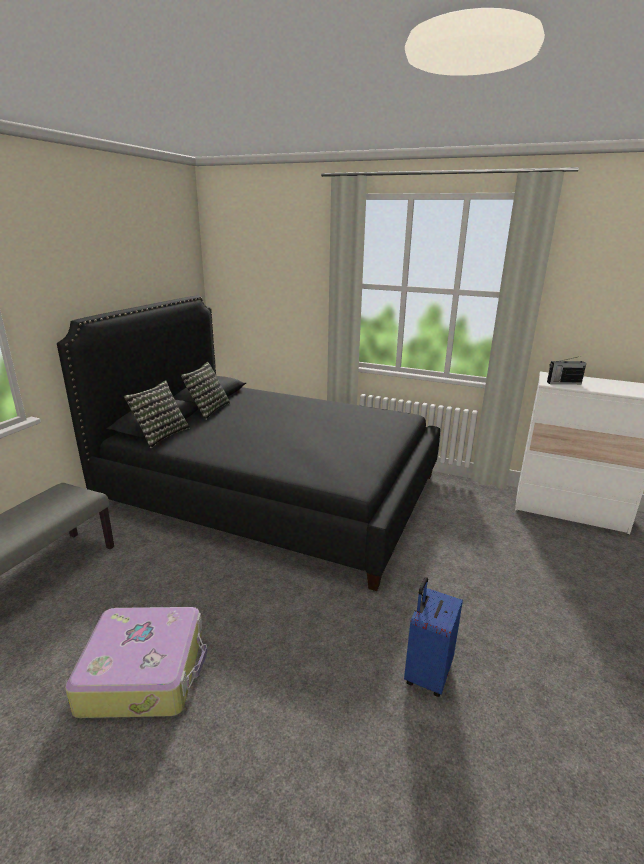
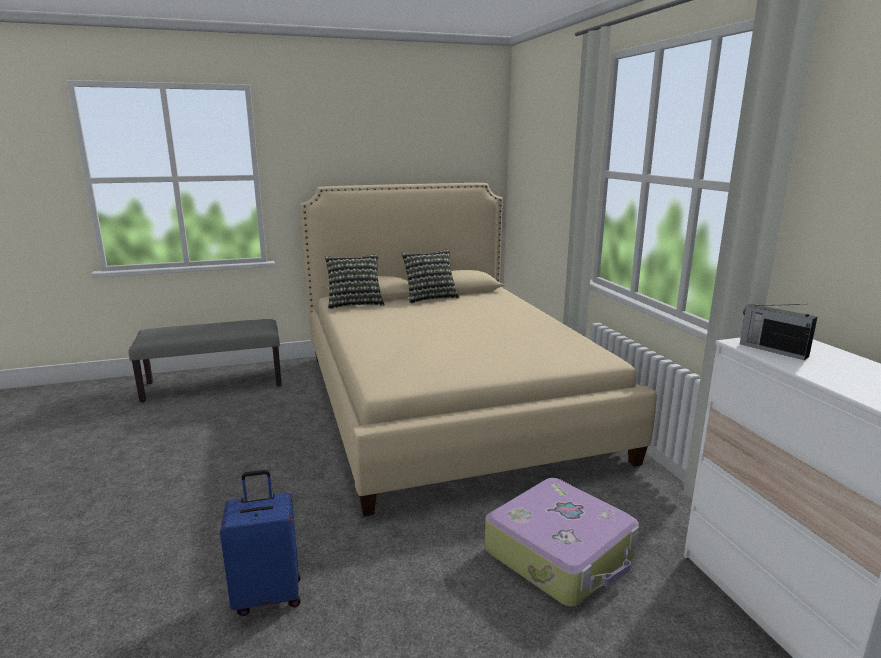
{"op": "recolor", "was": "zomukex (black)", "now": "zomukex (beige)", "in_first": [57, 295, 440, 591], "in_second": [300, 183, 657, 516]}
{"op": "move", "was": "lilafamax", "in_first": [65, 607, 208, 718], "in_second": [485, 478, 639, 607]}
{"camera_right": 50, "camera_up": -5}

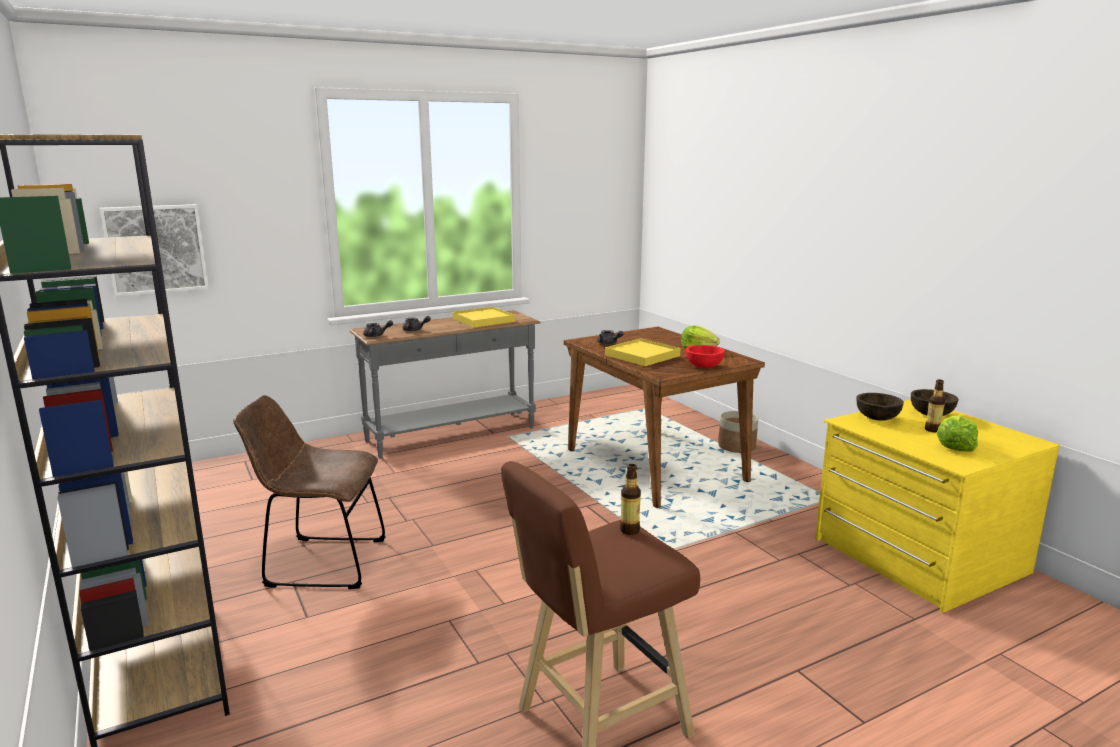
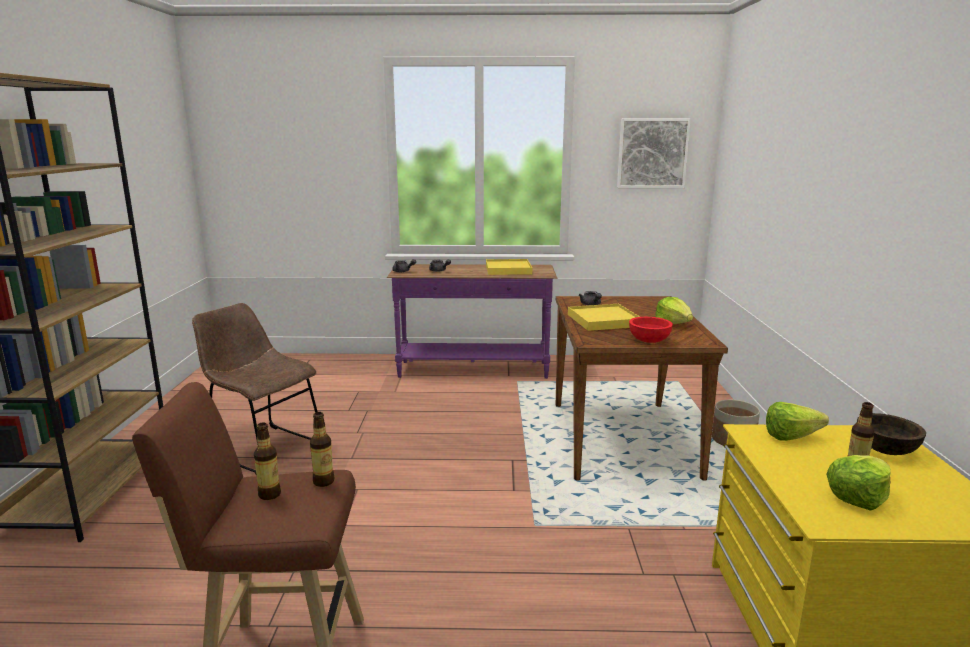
{"op": "move", "was": "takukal", "in_first": [99, 204, 209, 297], "in_second": [617, 118, 691, 188]}
{"op": "recolor", "was": "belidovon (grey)", "now": "belidovon (purple)", "in_first": [350, 310, 541, 458], "in_second": [387, 264, 557, 379]}
{"op": "replace", "was": "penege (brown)", "now": "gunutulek", "in_first": [857, 393, 904, 421], "in_second": [766, 402, 829, 441]}
{"op": "insert", "now": "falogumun", "in_second": [254, 422, 281, 500]}
{"camera_right": 30, "camera_up": 0}

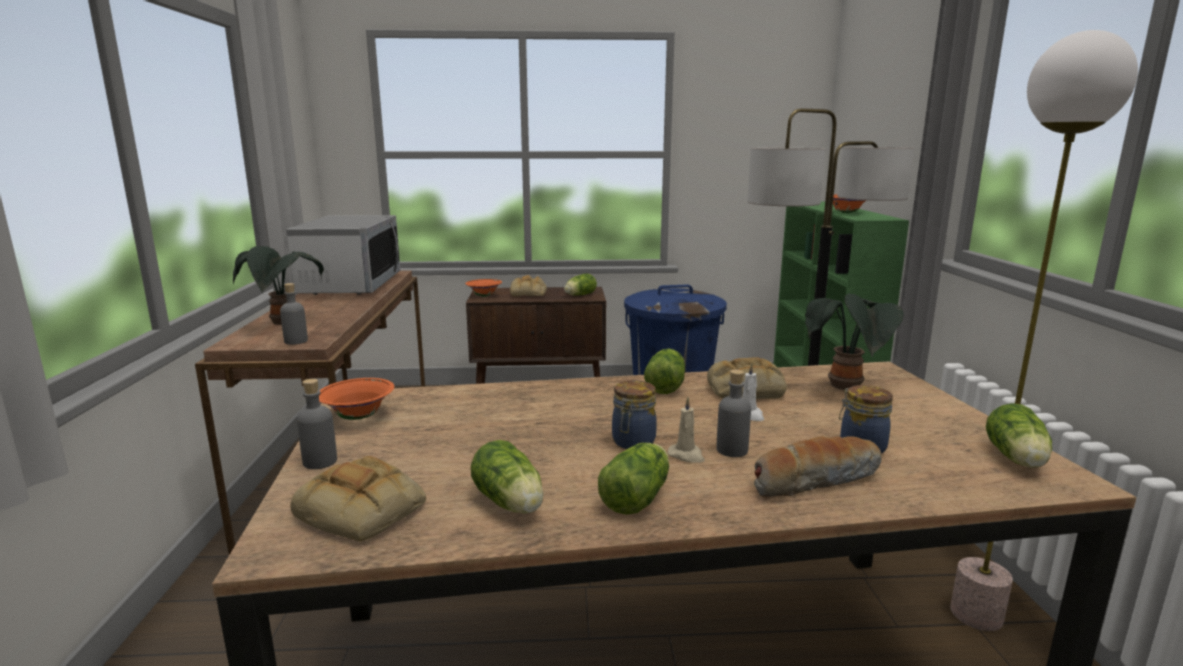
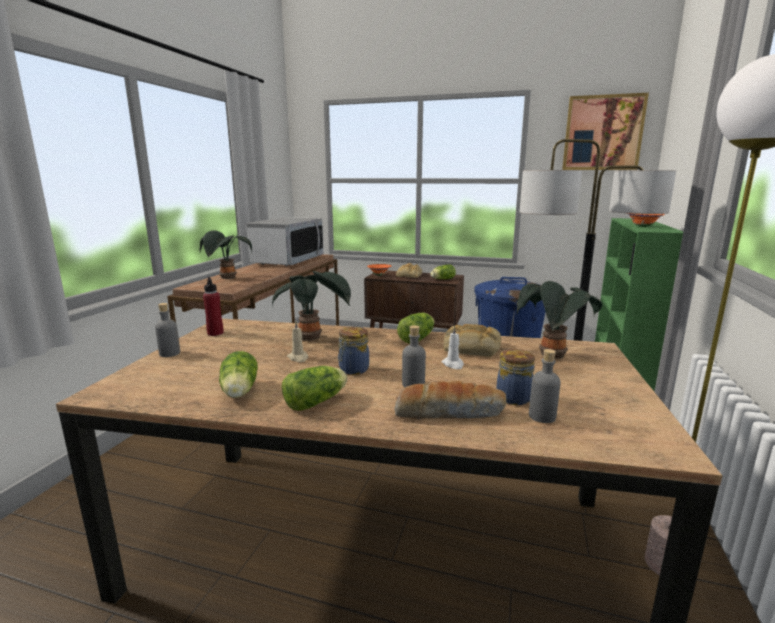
{"op": "move", "was": "falogumun (grey)", "in_first": [280, 283, 308, 345], "in_second": [529, 349, 561, 423]}
{"op": "delete", "was": "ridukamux", "in_first": [290, 456, 426, 541]}
{"op": "replace", "was": "penege (orange)", "now": "falogumun (red)", "in_first": [319, 378, 394, 420], "in_second": [203, 277, 224, 336]}
{"op": "move", "was": "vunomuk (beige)", "in_first": [668, 397, 705, 463], "in_second": [287, 321, 308, 362]}
{"op": "delete", "was": "gunutulek", "in_first": [986, 403, 1052, 468]}
{"op": "insert", "now": "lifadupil", "in_second": [272, 271, 351, 341]}
{"op": "insert", "now": "takukal", "in_second": [562, 93, 649, 170]}
{"camera_right": 20, "camera_up": 0}

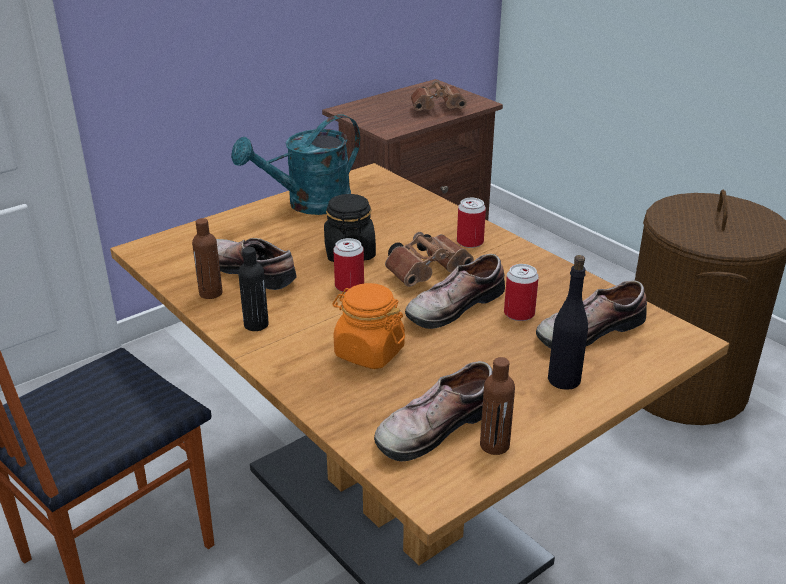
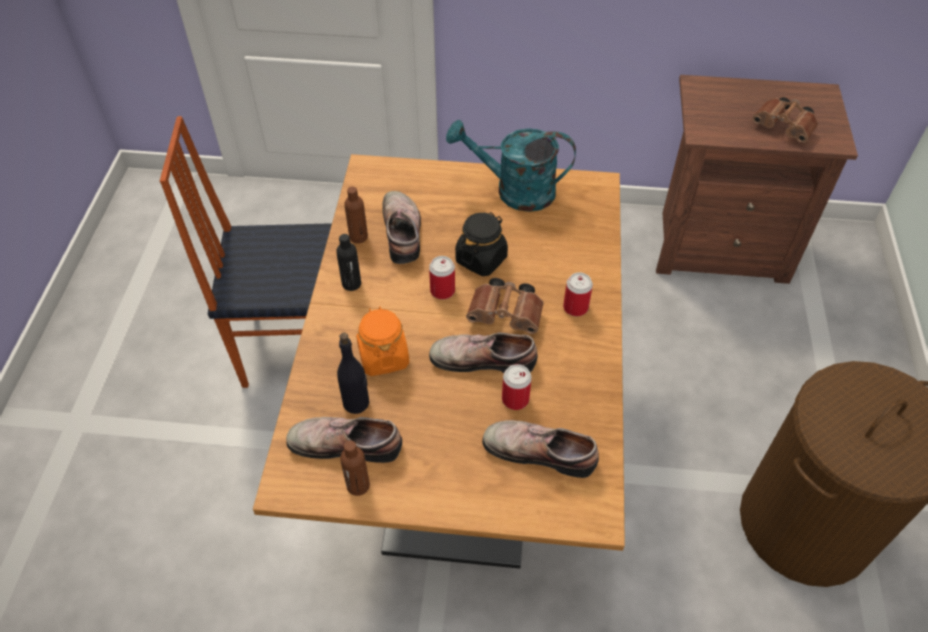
{"op": "move", "was": "falogumun (black)", "in_first": [548, 255, 588, 390], "in_second": [337, 333, 369, 414]}
{"camera_right": 45, "camera_up": 20}

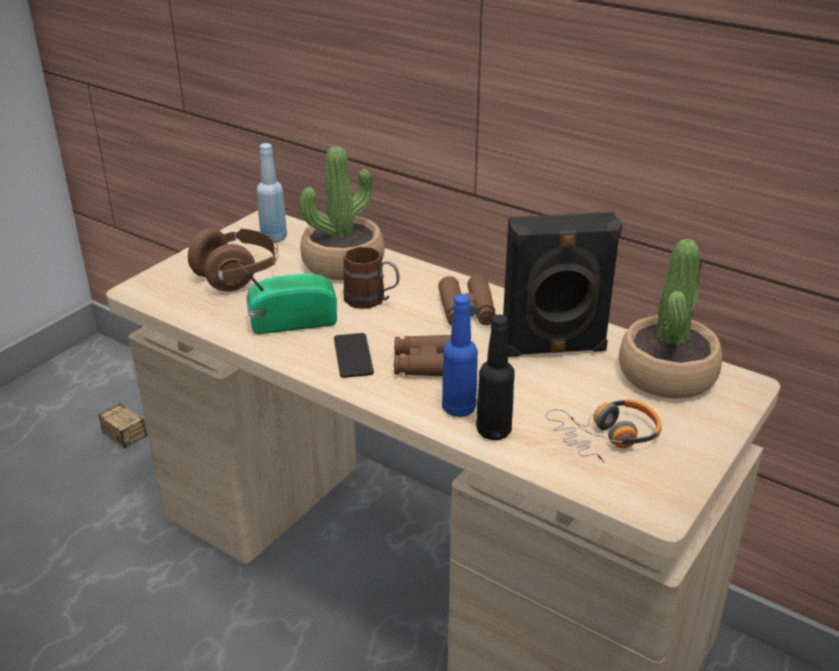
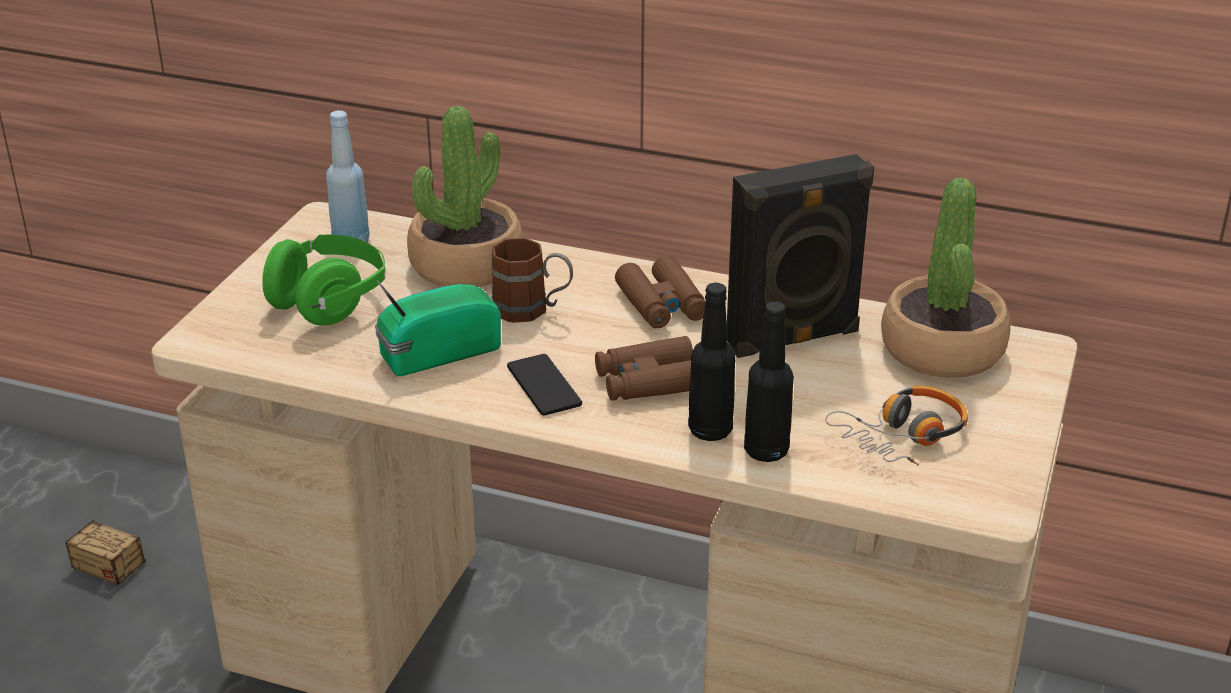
{"op": "recolor", "was": "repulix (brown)", "now": "repulix (green)", "in_first": [188, 228, 279, 292], "in_second": [262, 235, 386, 325]}
{"op": "recolor", "was": "falogumun (blue)", "now": "falogumun (black)", "in_first": [442, 294, 478, 417], "in_second": [688, 283, 735, 441]}
{"camera_right": -15, "camera_up": 0}

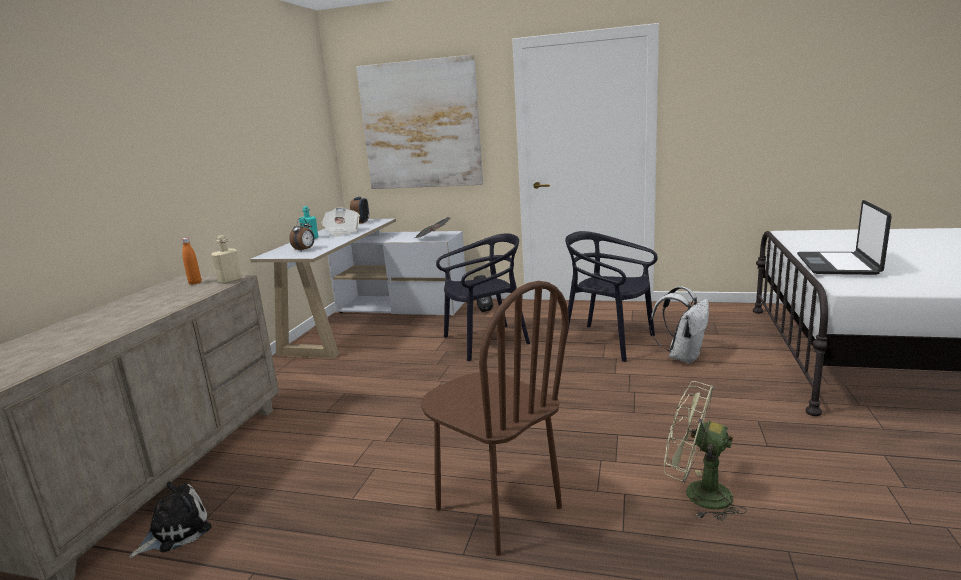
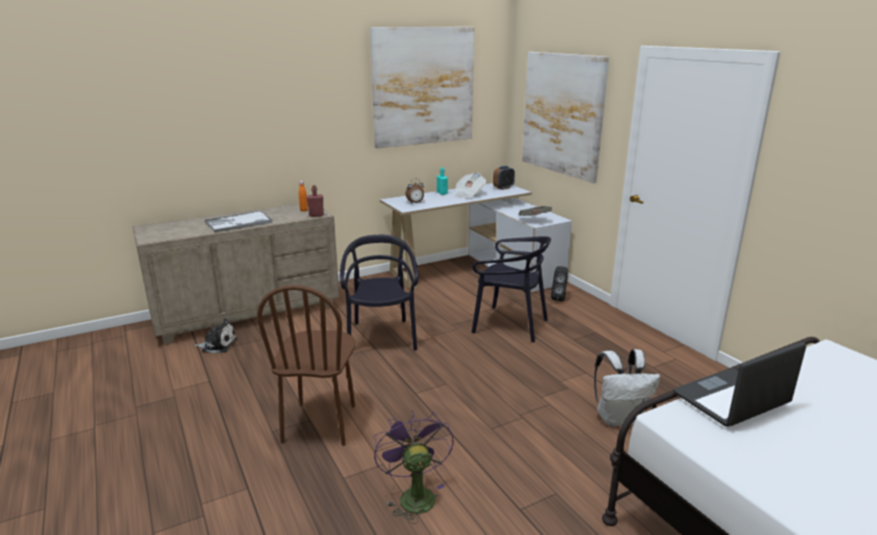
{"op": "recolor", "was": "falogumun (beige)", "now": "falogumun (red)", "in_first": [211, 235, 242, 284], "in_second": [307, 185, 324, 217]}
{"op": "move", "was": "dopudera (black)", "in_first": [565, 231, 658, 362], "in_second": [340, 235, 418, 351]}
{"op": "recolor", "was": "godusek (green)", "now": "godusek (purple)", "in_first": [664, 381, 747, 521], "in_second": [374, 410, 454, 524]}
{"op": "insert", "now": "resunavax", "in_second": [205, 211, 273, 233]}
{"op": "insert", "now": "takukal", "in_second": [370, 27, 474, 149]}
{"camera_right": 45, "camera_up": 5}

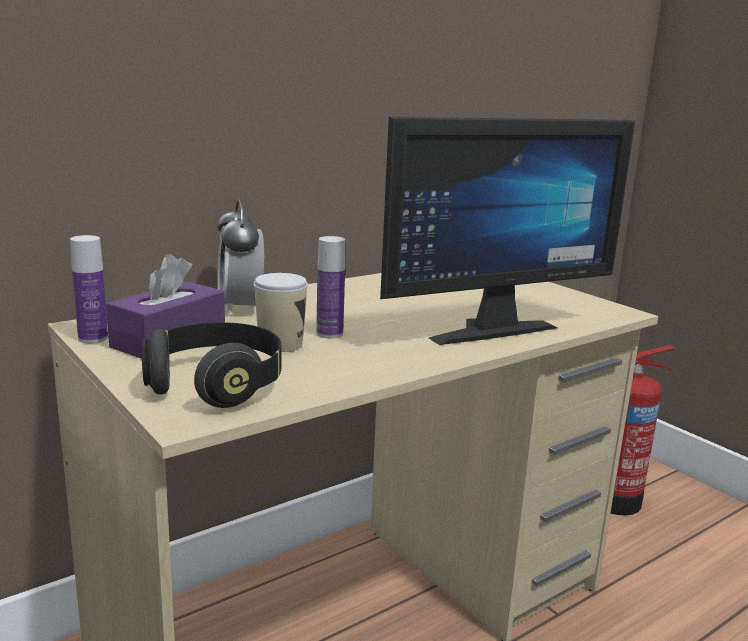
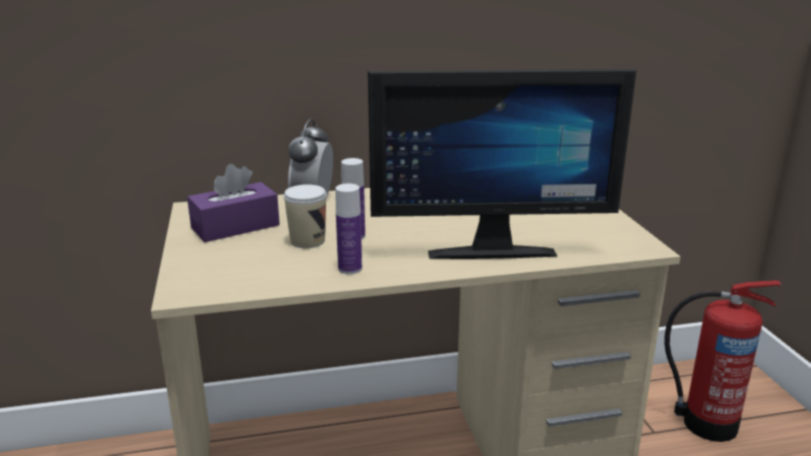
{"op": "move", "was": "falogumun", "in_first": [70, 235, 108, 343], "in_second": [335, 183, 362, 274]}
{"op": "delete", "was": "repulix (black)", "in_first": [142, 322, 282, 408]}
{"camera_right": 25, "camera_up": 5}

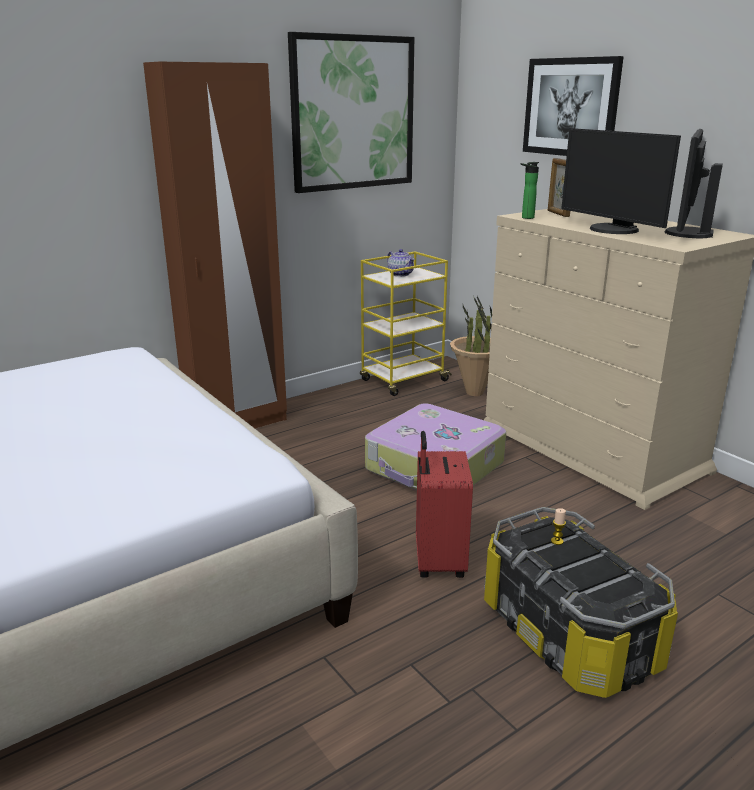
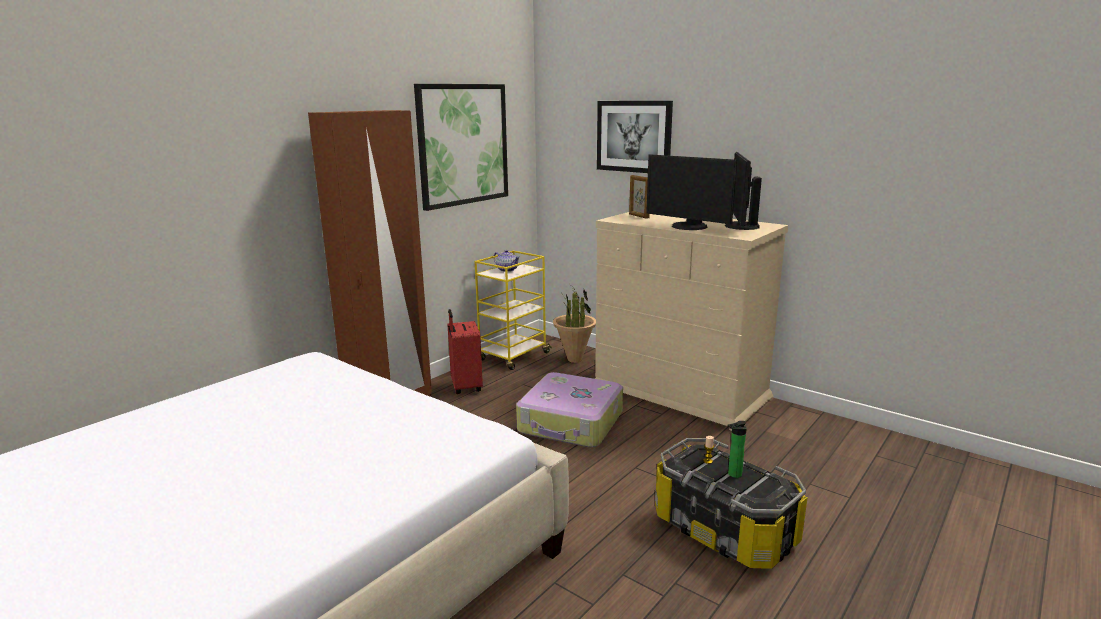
{"op": "move", "was": "lilafamax (red)", "in_first": [416, 431, 473, 578], "in_second": [447, 309, 483, 394]}
{"op": "move", "was": "falogumun", "in_first": [521, 162, 539, 219], "in_second": [727, 421, 747, 478]}
{"camera_right": -15, "camera_up": -5}

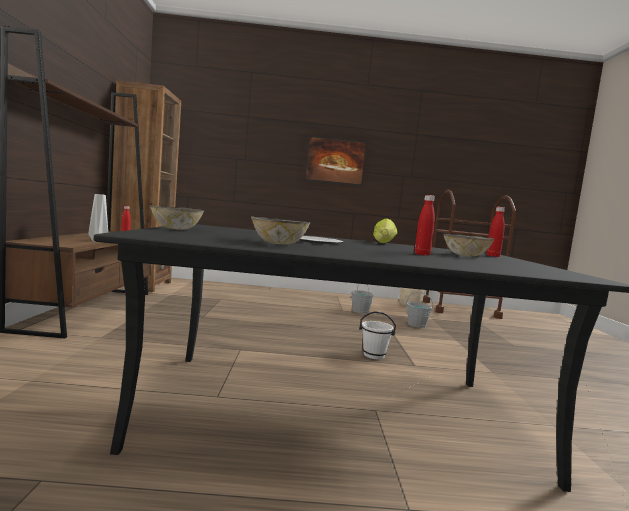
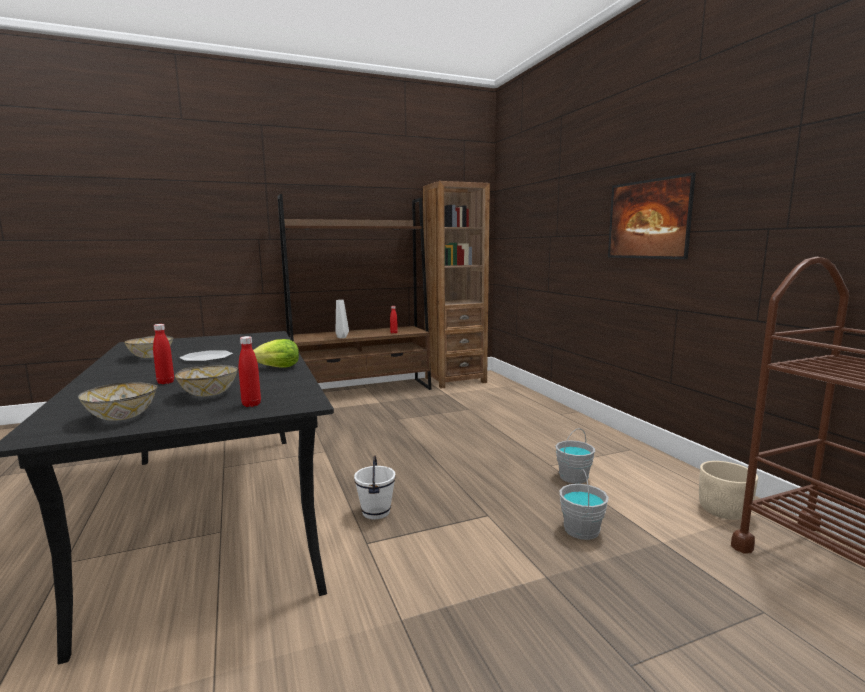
{"op": "move", "was": "penege", "in_first": [150, 205, 204, 230], "in_second": [78, 383, 158, 421]}
{"camera_right": 70, "camera_up": 5}

